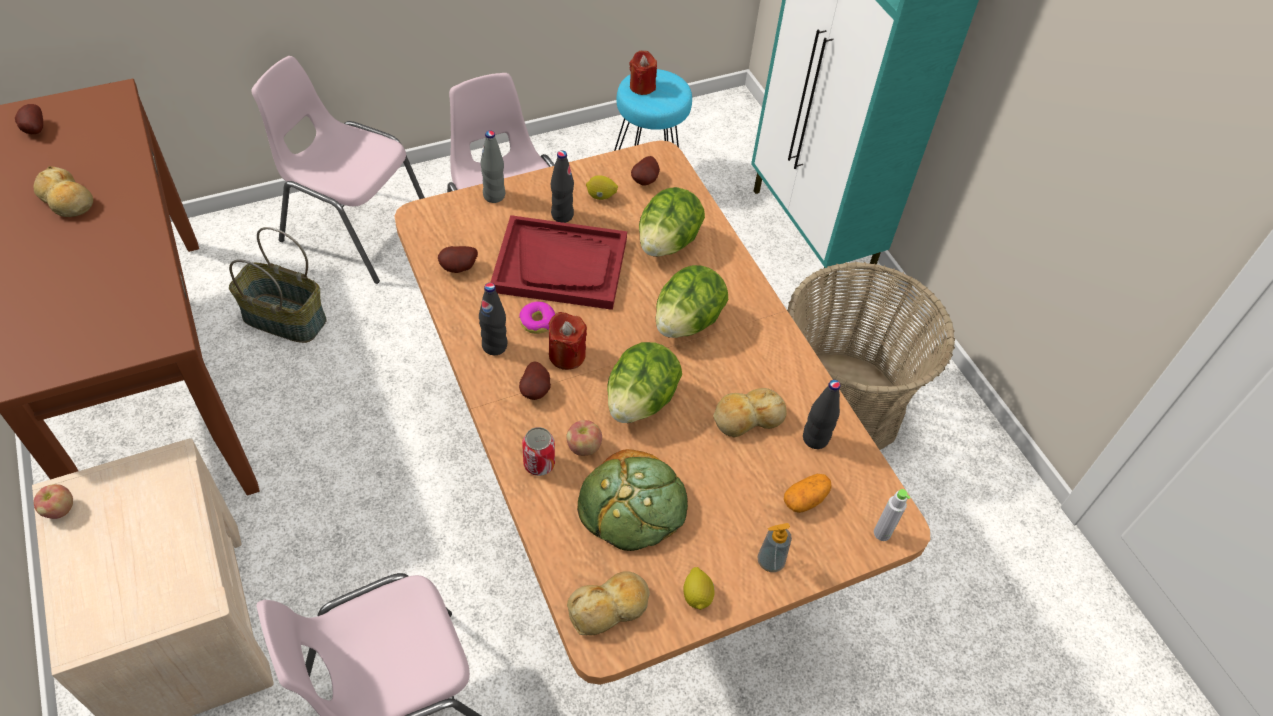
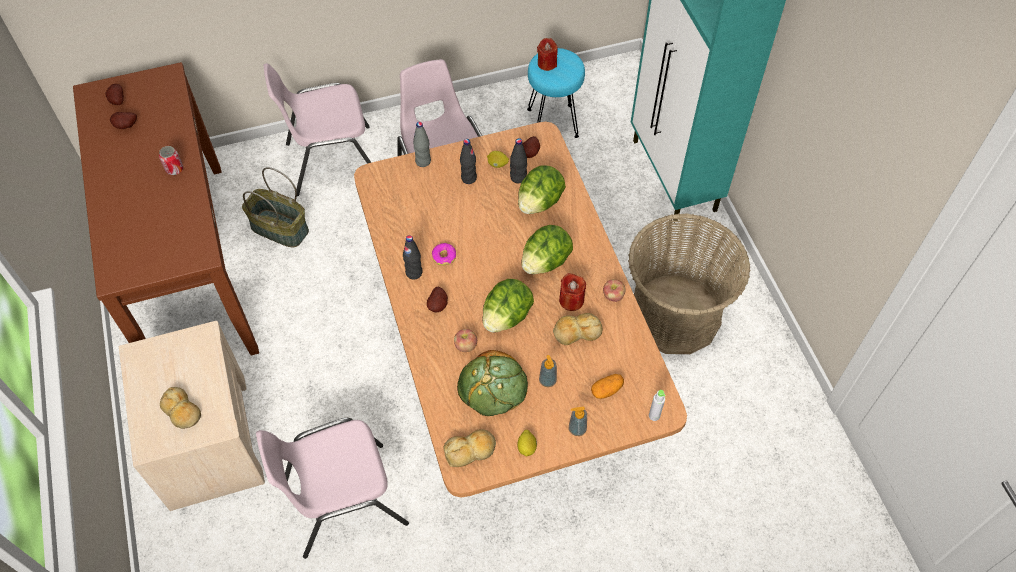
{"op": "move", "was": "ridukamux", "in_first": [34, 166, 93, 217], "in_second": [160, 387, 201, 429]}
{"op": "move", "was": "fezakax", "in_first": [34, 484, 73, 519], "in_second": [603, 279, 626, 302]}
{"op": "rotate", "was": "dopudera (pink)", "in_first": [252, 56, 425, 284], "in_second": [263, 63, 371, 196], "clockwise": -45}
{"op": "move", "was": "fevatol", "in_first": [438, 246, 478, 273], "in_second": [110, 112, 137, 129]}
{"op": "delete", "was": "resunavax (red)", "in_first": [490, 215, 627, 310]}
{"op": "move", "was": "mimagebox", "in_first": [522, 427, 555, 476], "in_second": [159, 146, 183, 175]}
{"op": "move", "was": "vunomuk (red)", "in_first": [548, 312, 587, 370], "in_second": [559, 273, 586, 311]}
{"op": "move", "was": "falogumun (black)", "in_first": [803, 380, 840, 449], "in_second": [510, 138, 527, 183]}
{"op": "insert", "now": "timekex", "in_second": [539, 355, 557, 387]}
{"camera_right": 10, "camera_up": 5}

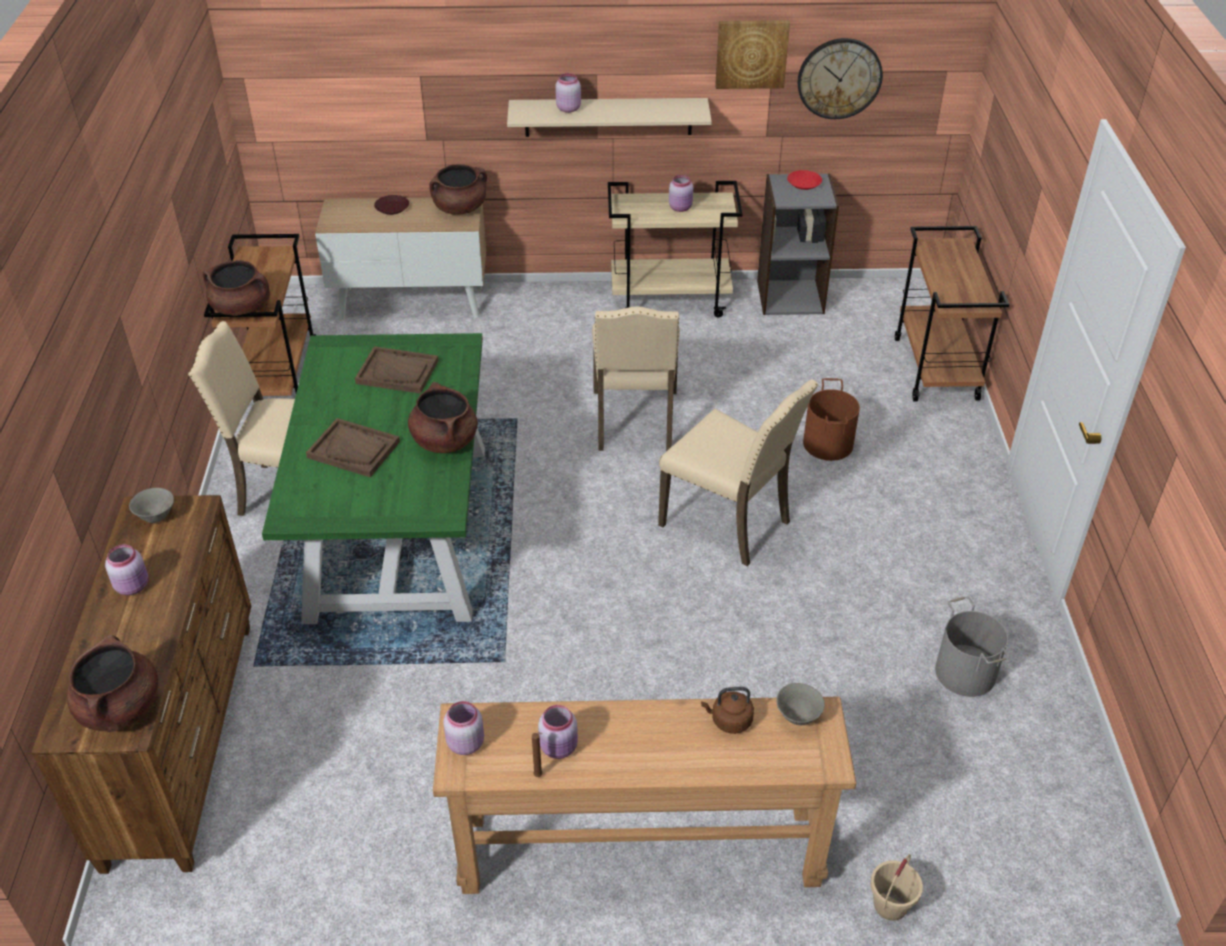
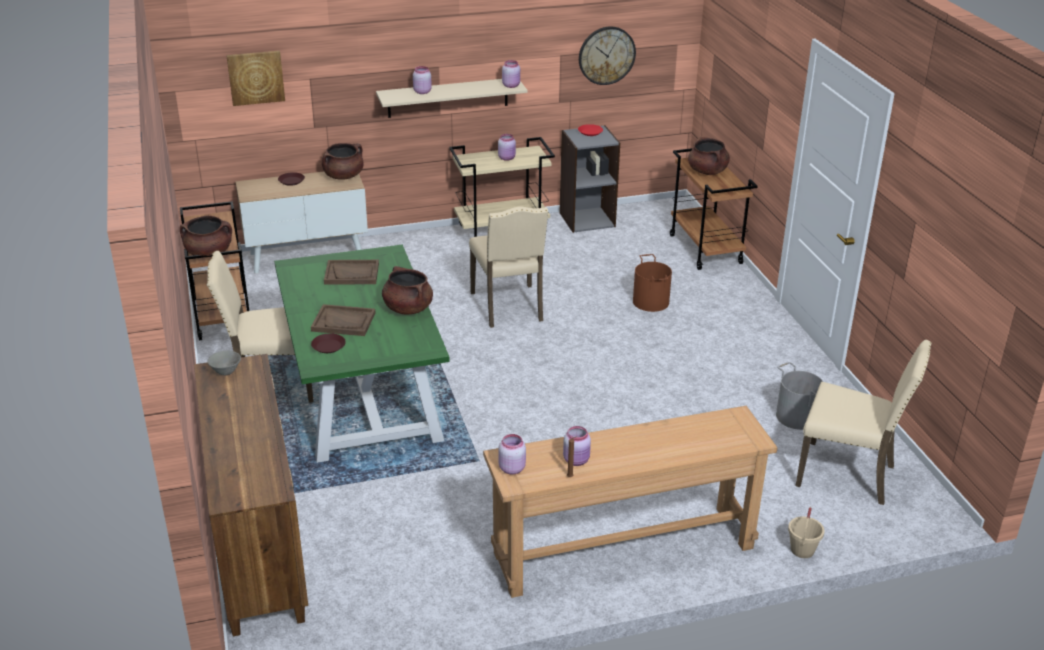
{"op": "move", "was": "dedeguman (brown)", "in_first": [67, 635, 158, 732], "in_second": [688, 137, 730, 175]}
{"op": "move", "was": "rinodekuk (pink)", "in_first": [105, 545, 148, 595], "in_second": [502, 60, 520, 88]}
{"op": "move", "was": "dopudera (beige)", "in_first": [658, 379, 818, 566], "in_second": [796, 340, 932, 505]}
{"op": "delete", "was": "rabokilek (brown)", "in_first": [701, 687, 754, 734]}
{"op": "move", "was": "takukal", "in_first": [715, 20, 790, 89], "in_second": [226, 51, 285, 106]}
{"op": "delete", "was": "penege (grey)", "in_first": [776, 683, 825, 725]}
{"op": "insert", "now": "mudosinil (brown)", "in_second": [311, 333, 346, 353]}
{"camera_right": -15, "camera_up": -10}

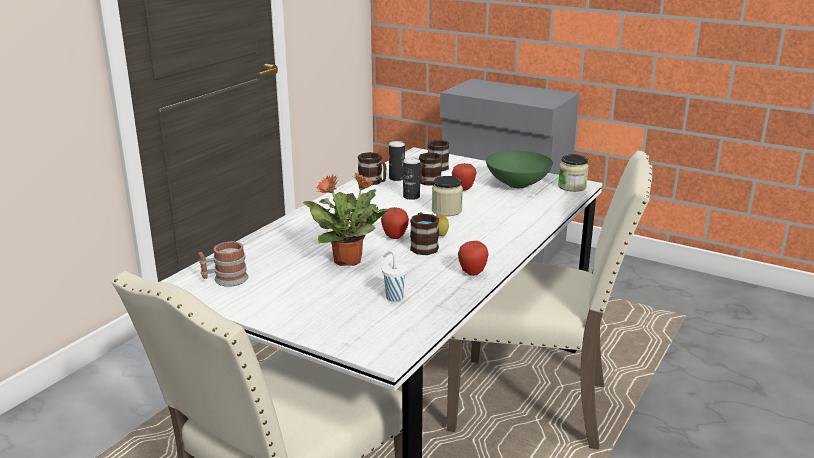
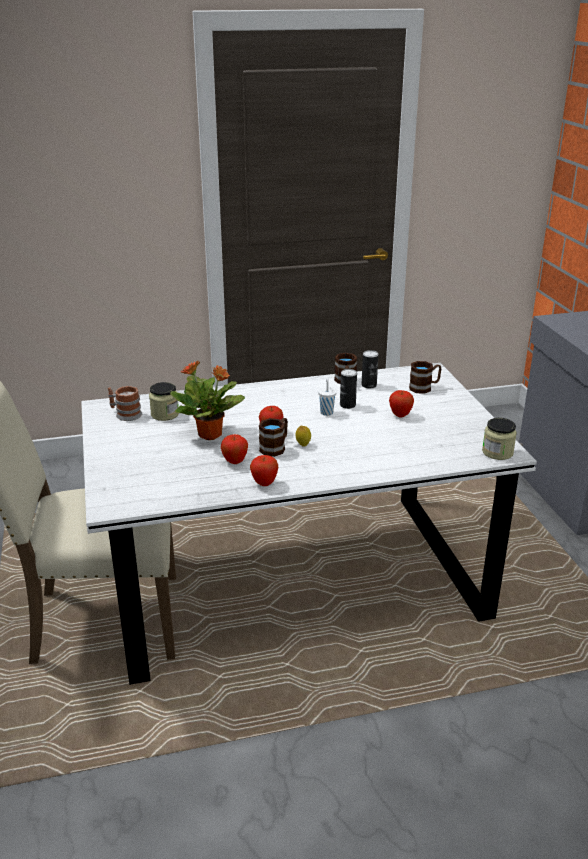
{"op": "move", "was": "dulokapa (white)", "in_first": [382, 250, 407, 302], "in_second": [318, 378, 337, 416]}
{"op": "delete", "was": "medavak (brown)", "in_first": [419, 153, 442, 186]}
{"op": "move", "was": "rinodekuk", "in_first": [432, 176, 463, 216], "in_second": [149, 382, 179, 421]}
{"op": "delete", "was": "dopudera (beige)", "in_first": [447, 151, 652, 450]}
{"op": "delete", "was": "penege (green)", "in_first": [486, 150, 553, 188]}
{"op": "insert", "now": "fezakax", "in_second": [221, 434, 248, 464]}
{"camera_right": 45, "camera_up": 5}

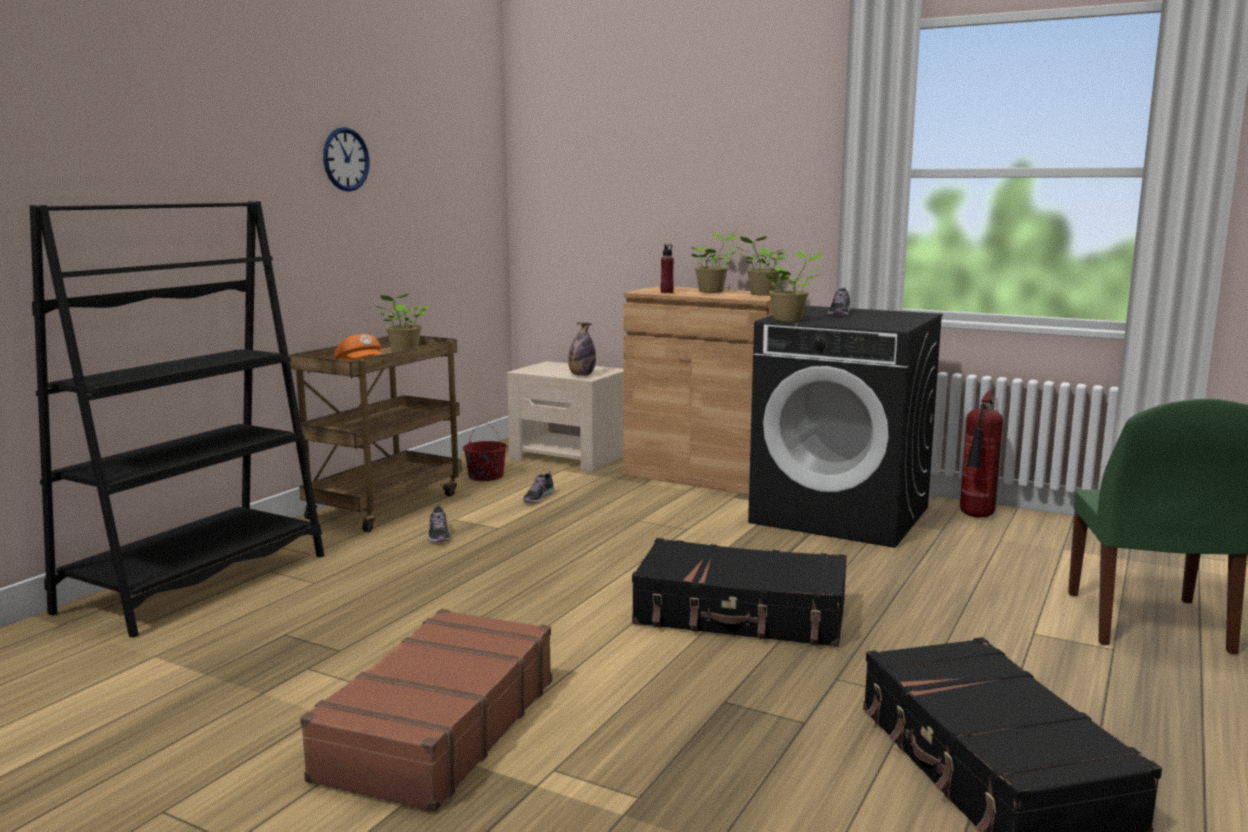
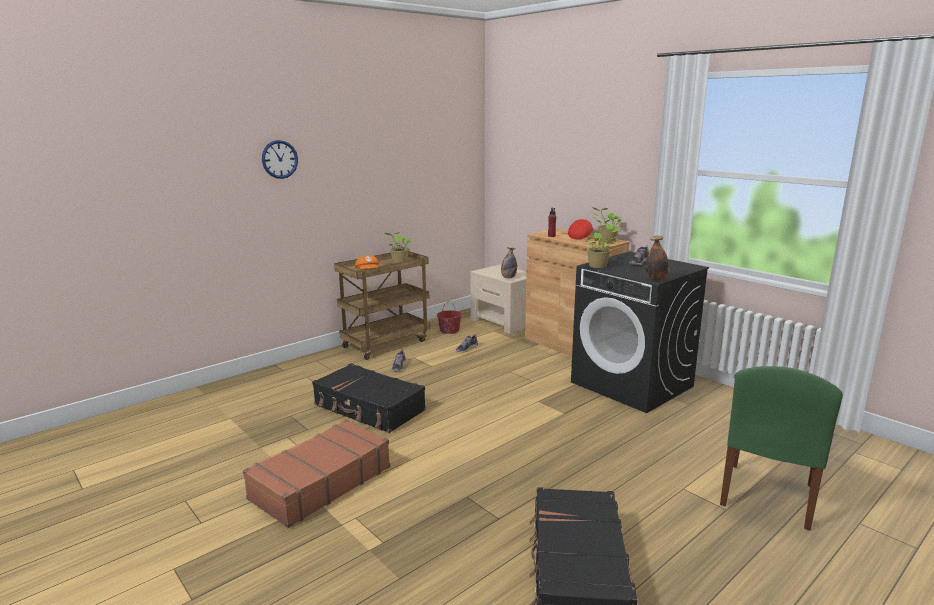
{"op": "delete", "was": "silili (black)", "in_first": [30, 201, 324, 638]}
{"op": "move", "was": "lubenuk", "in_first": [323, 127, 370, 191], "in_second": [262, 140, 298, 179]}
{"op": "move", "was": "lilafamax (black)", "in_first": [632, 538, 847, 647], "in_second": [312, 363, 426, 433]}
{"op": "replace", "was": "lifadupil", "now": "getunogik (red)", "in_first": [691, 233, 739, 293], "in_second": [568, 219, 593, 239]}
{"op": "delete", "was": "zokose", "in_first": [960, 390, 1003, 518]}
{"op": "insert", "now": "falogumun", "in_second": [645, 236, 669, 281]}
{"camera_right": 20, "camera_up": 5}

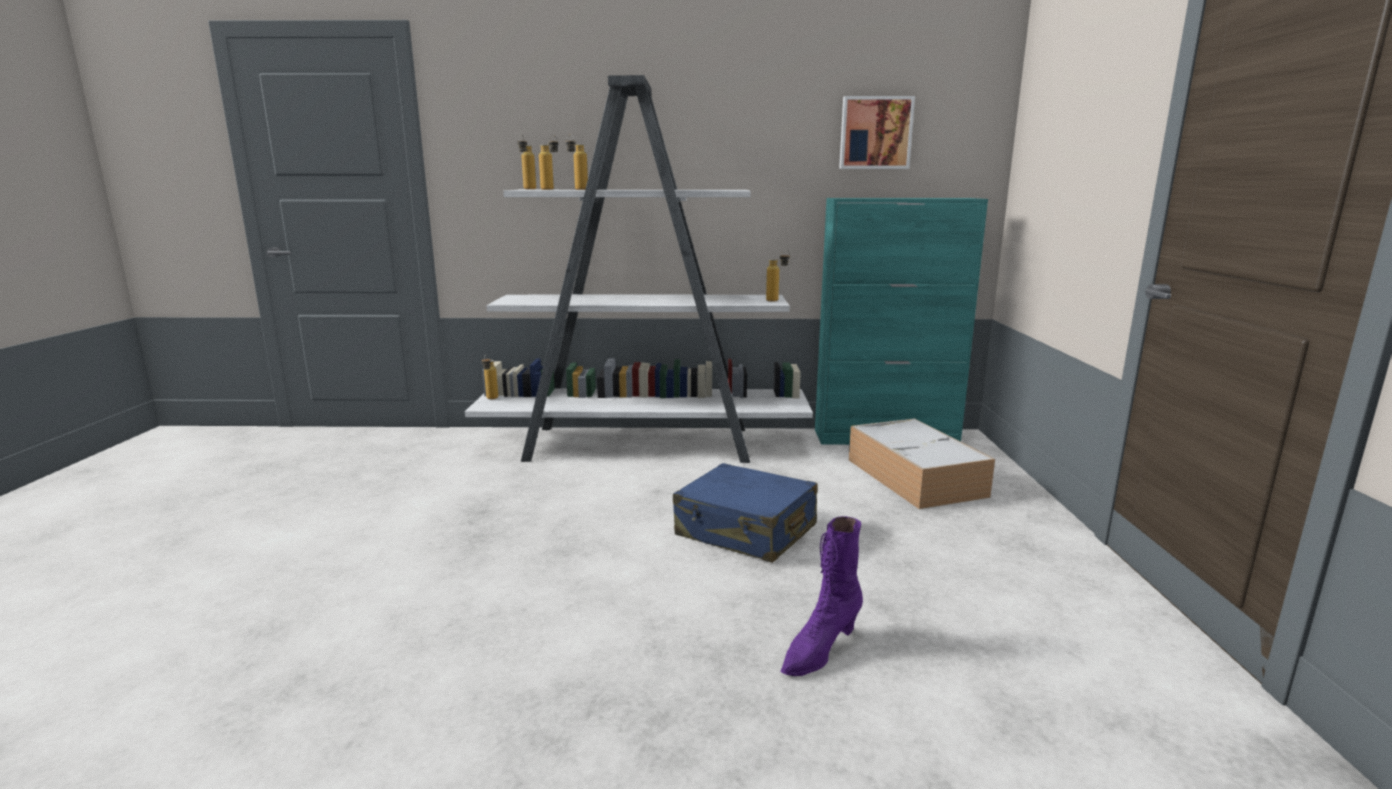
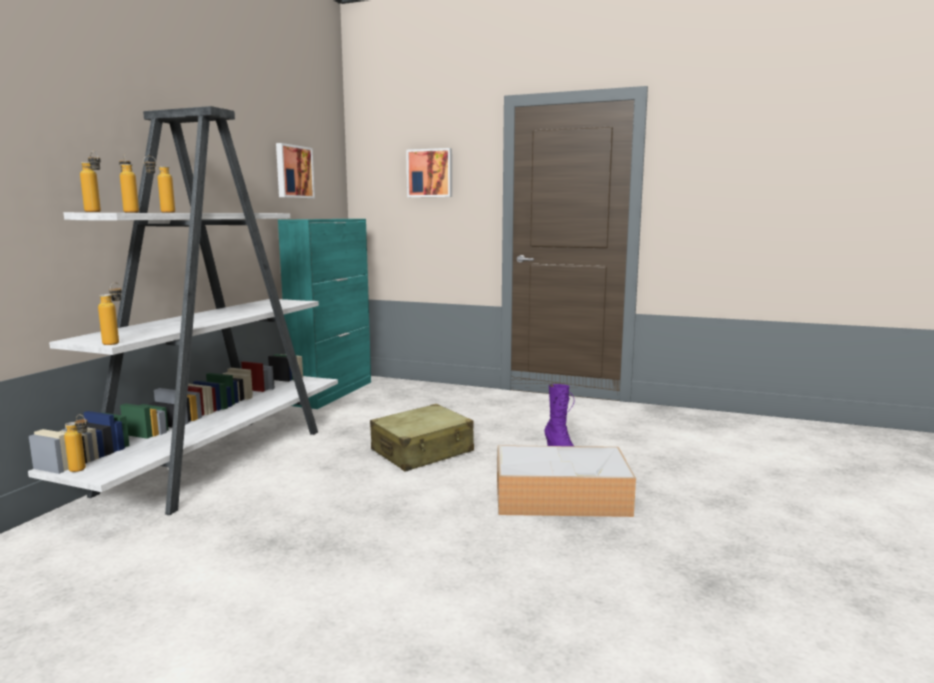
{"op": "recolor", "was": "lilafamax (blue)", "now": "lilafamax (beige)", "in_first": [673, 463, 818, 563], "in_second": [370, 404, 474, 472]}
{"op": "move", "was": "falogumun", "in_first": [766, 250, 790, 301], "in_second": [98, 282, 122, 345]}
{"op": "move", "was": "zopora", "in_first": [849, 418, 995, 509], "in_second": [497, 445, 636, 517]}
{"op": "insert", "now": "takukal", "in_second": [406, 148, 452, 197]}
{"camera_right": -70, "camera_up": -5}

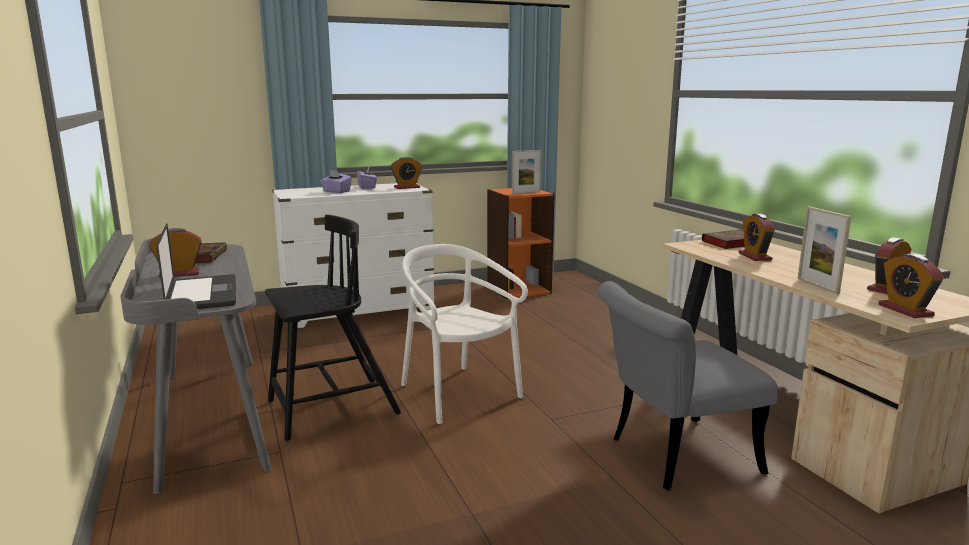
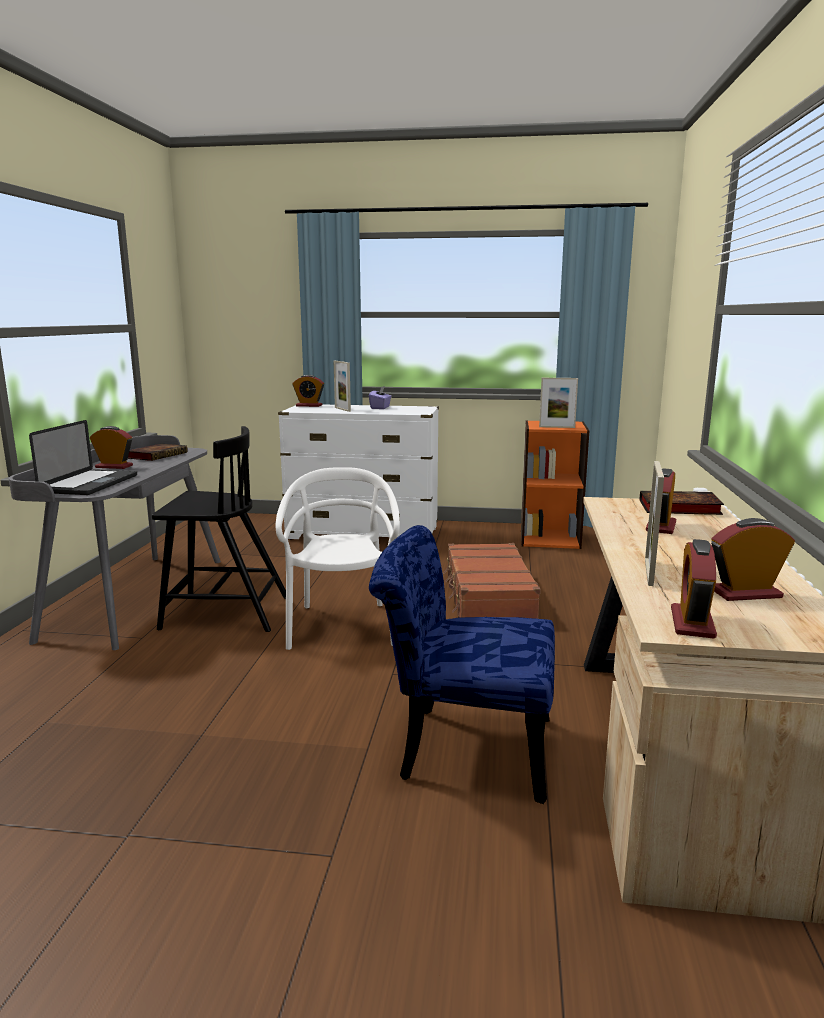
{"op": "replace", "was": "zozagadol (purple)", "now": "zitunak", "in_first": [320, 170, 352, 193], "in_second": [334, 361, 351, 412]}
{"op": "move", "was": "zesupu", "in_first": [391, 157, 422, 189], "in_second": [293, 375, 324, 407]}
{"op": "recolor", "was": "dopudera (grey)", "now": "dopudera (blue)", "in_first": [598, 281, 778, 490], "in_second": [369, 525, 555, 804]}
{"op": "insert", "now": "lilafamax (brown)", "in_second": [443, 543, 541, 619]}
{"camera_right": 30, "camera_up": 0}

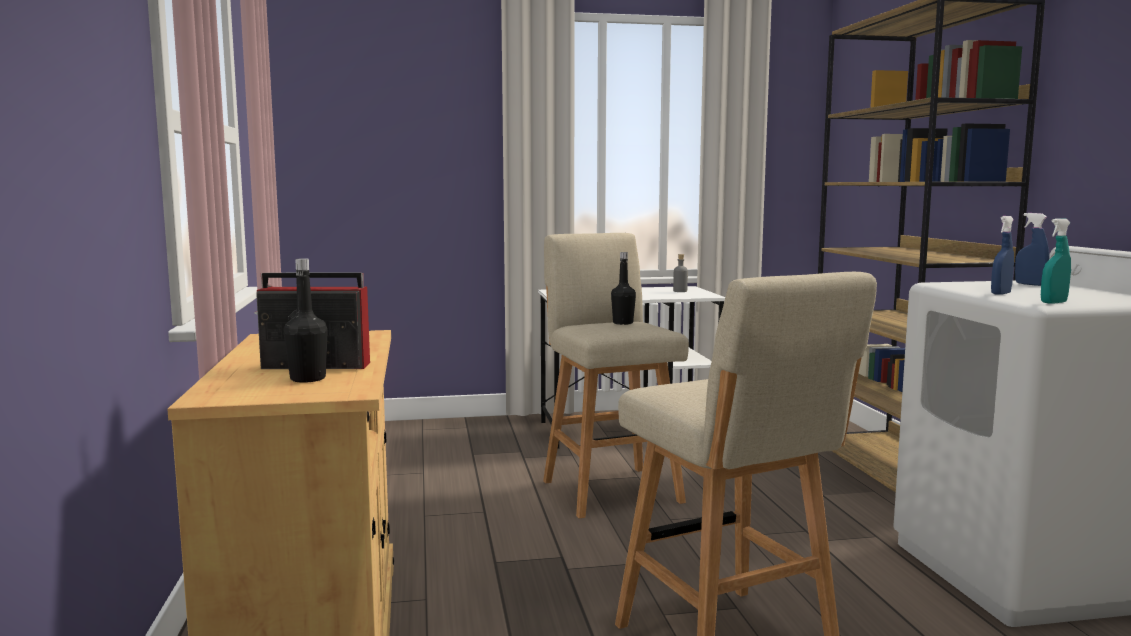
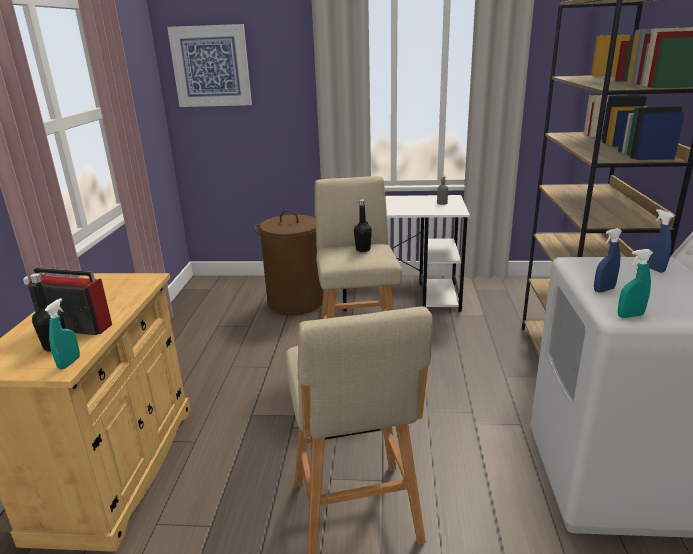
{"op": "insert", "now": "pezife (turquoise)", "in_second": [44, 298, 80, 370]}
{"op": "insert", "now": "takukal", "in_second": [167, 24, 252, 107]}
{"op": "insert", "now": "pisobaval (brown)", "in_second": [255, 210, 324, 315]}
{"camera_right": 15, "camera_up": 15}

